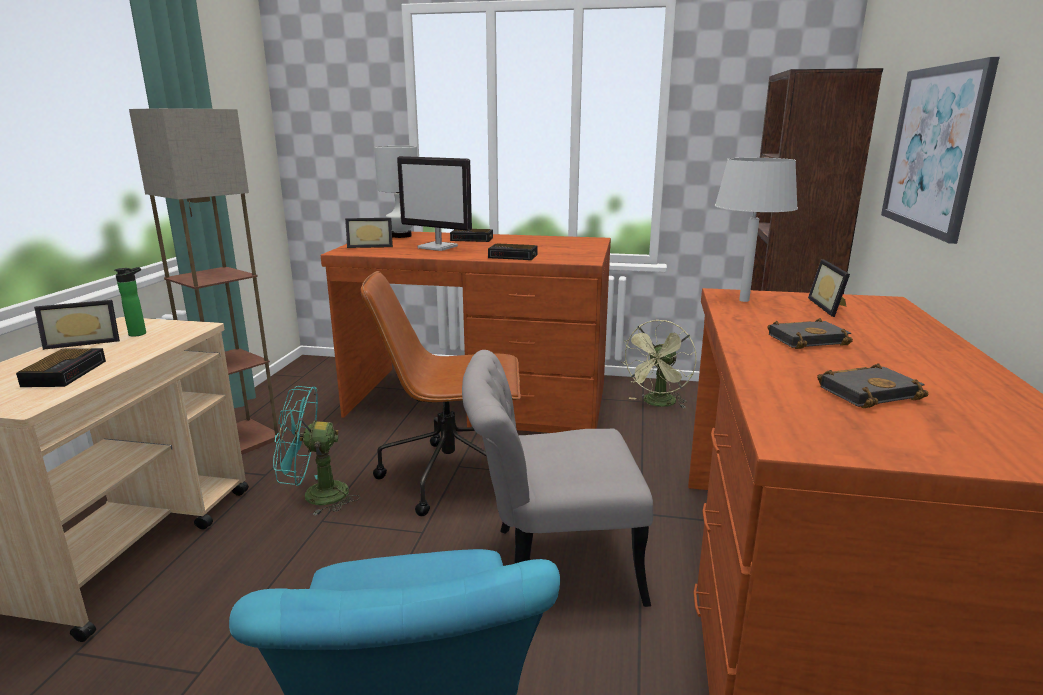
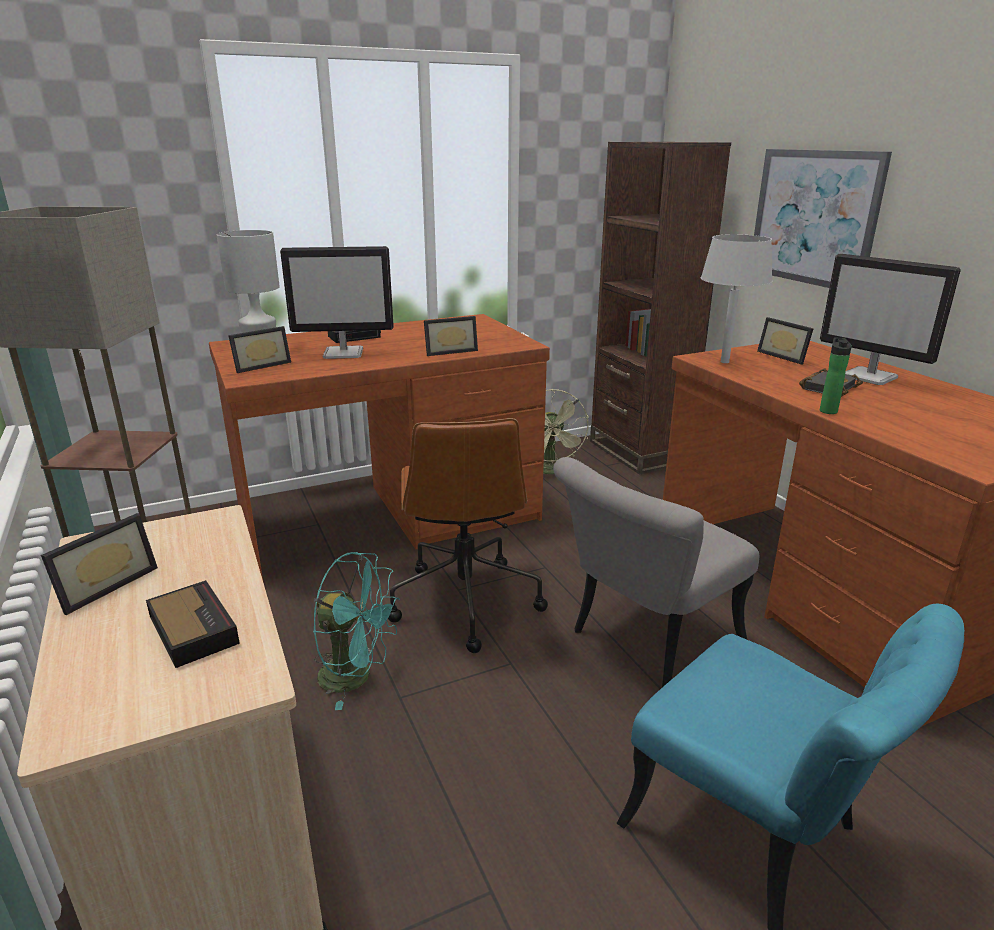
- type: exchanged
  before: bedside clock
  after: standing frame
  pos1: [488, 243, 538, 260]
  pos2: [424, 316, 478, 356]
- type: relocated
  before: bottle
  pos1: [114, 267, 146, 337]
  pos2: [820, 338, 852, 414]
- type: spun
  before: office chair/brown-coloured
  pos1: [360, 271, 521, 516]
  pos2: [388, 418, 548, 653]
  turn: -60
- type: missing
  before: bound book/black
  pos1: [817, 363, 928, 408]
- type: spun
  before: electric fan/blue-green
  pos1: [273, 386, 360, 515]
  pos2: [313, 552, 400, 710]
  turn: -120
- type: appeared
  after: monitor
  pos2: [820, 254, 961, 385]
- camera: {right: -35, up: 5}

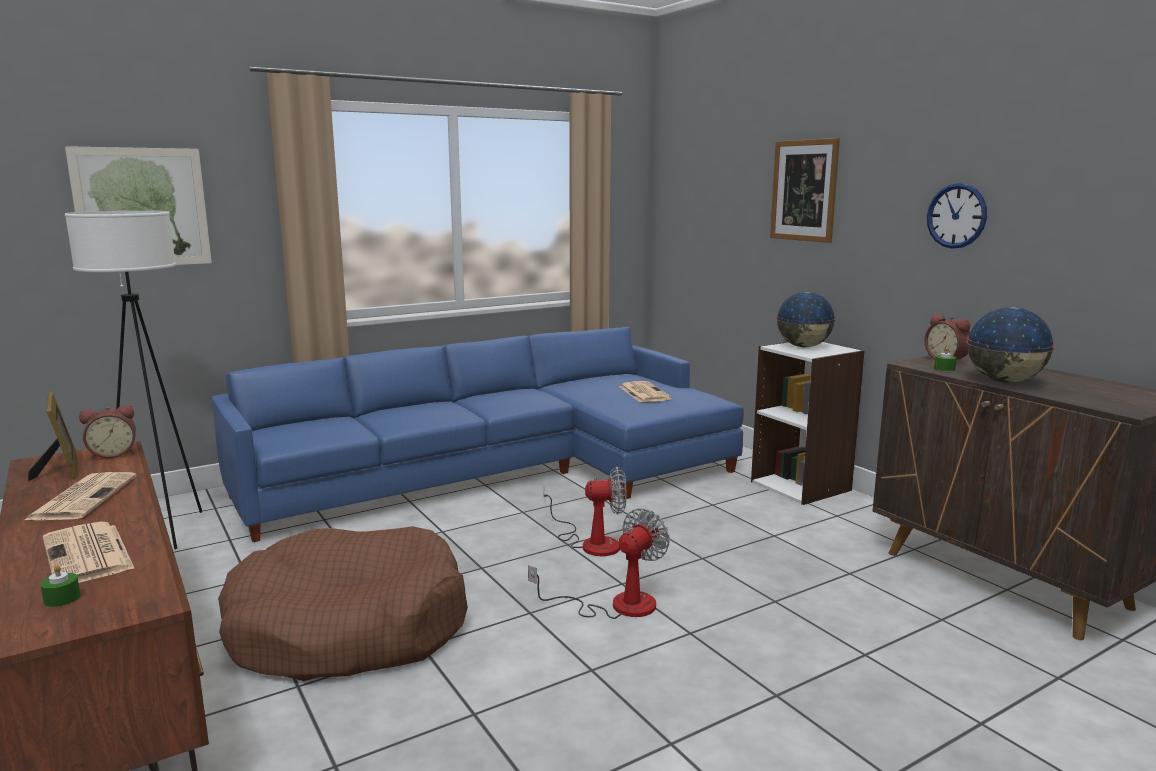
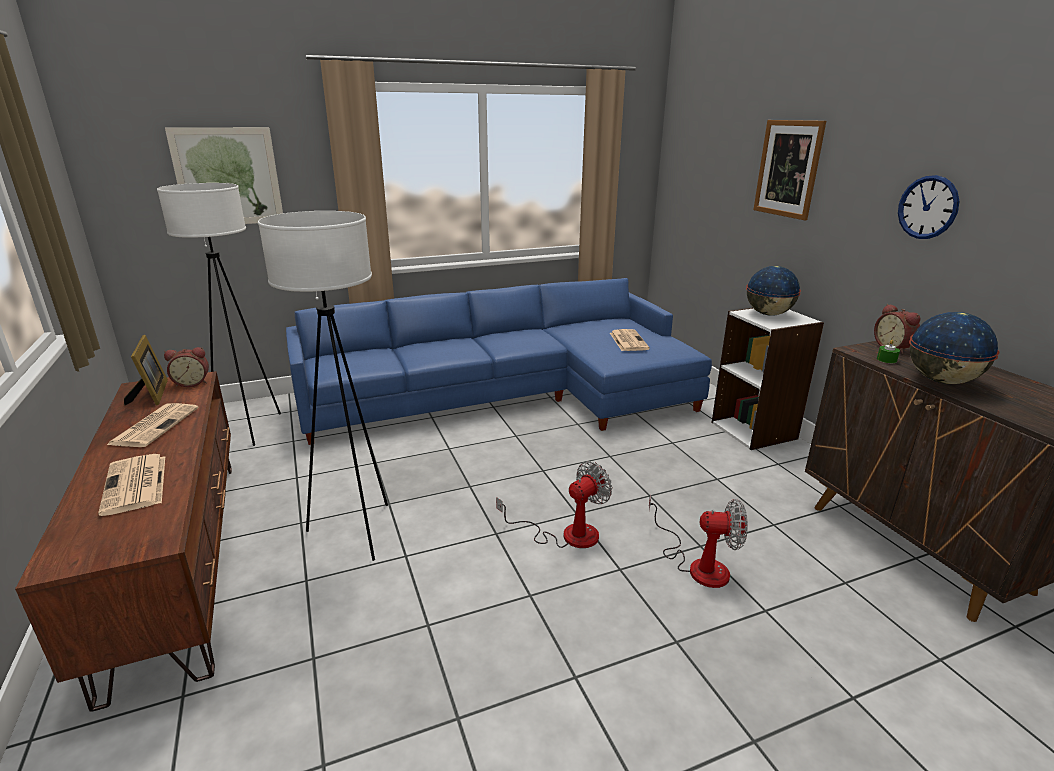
- type: relocated
  before: electric fan
  pos1: [544, 467, 627, 556]
  pos2: [649, 495, 748, 588]
- type: exchanged
  before: dog bed/brown-coloured
  after: floor lamp/whitish
  pos1: [218, 526, 468, 681]
  pos2: [258, 211, 388, 561]
- type: missing
  before: wax light/greenish
  pos1: [40, 564, 81, 607]
- camera: {right: 10, up: 10}

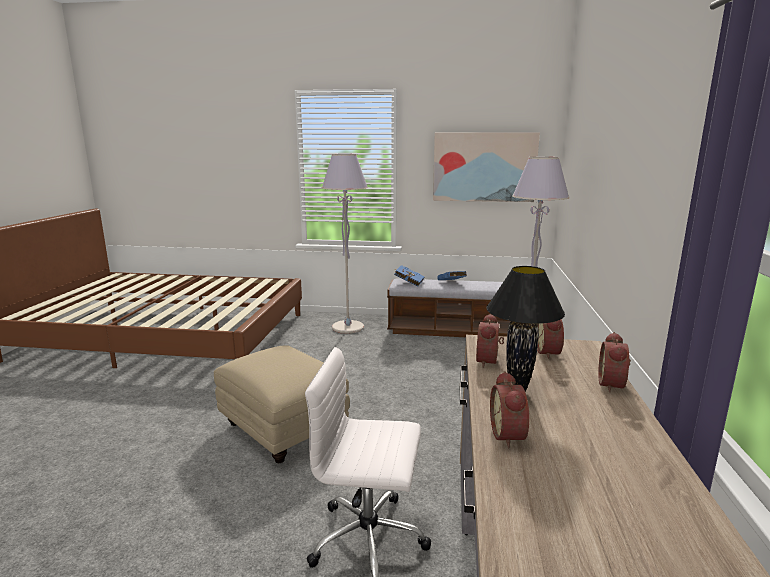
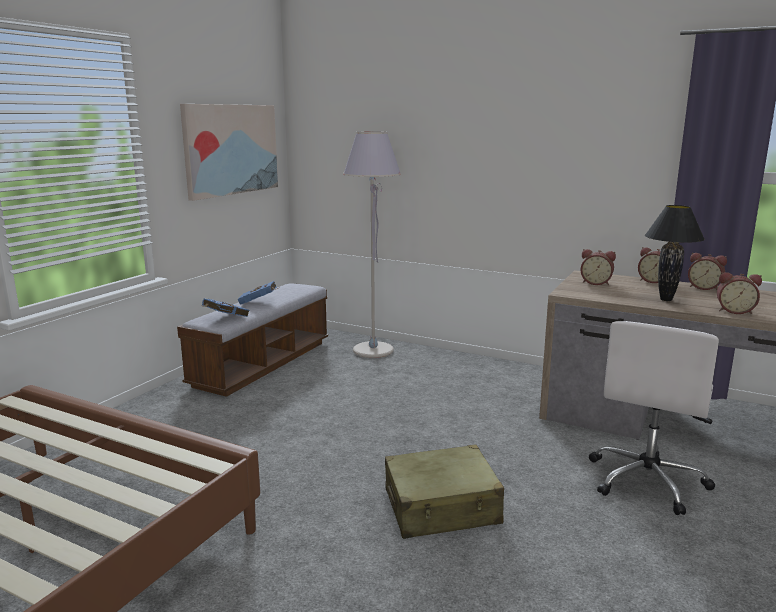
- type: missing
  before: floor lamp/grey
  pos1: [322, 154, 368, 334]
- type: relocated
  before: bedside clock
  pos1: [476, 314, 504, 368]
  pos2: [688, 253, 727, 290]
- type: exchanged
  before: pouffe/beige
  after: suitcase/beige
  pos1: [214, 345, 350, 463]
  pos2: [385, 444, 504, 539]
- camera: {right: -70, up: 0}

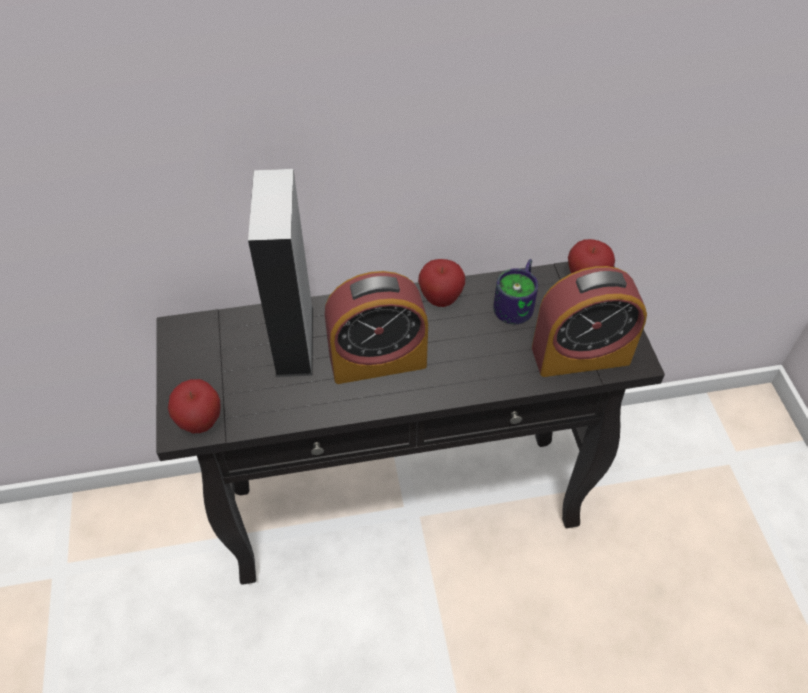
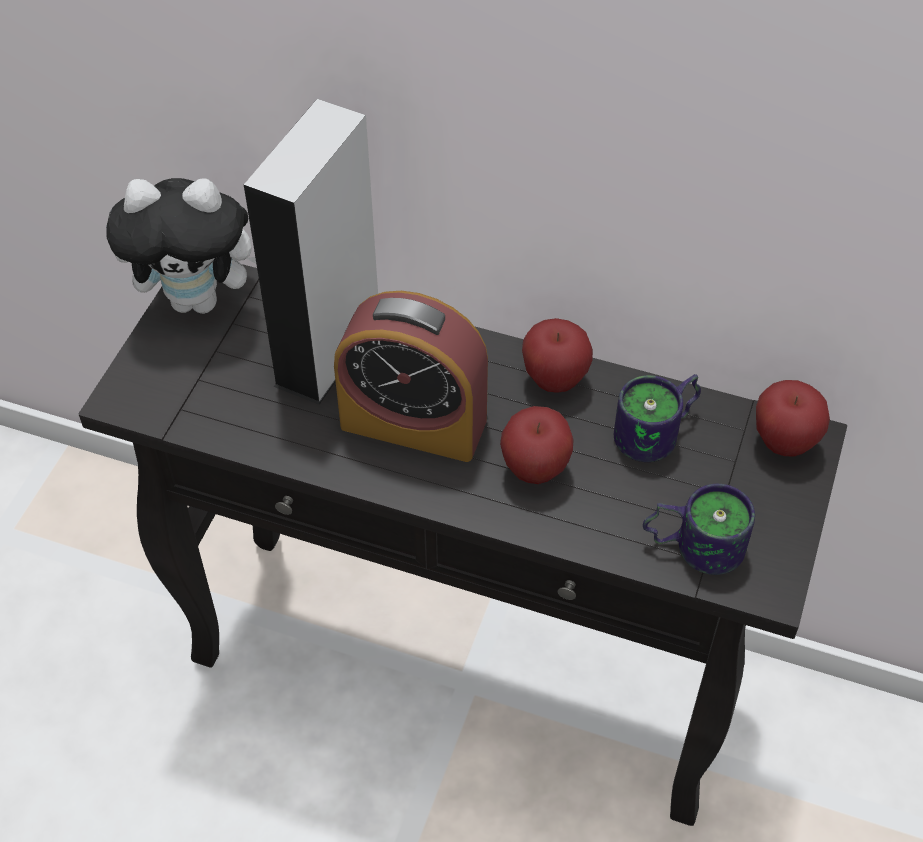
- type: exchanged
  before: bedside clock
  after: mug
  pos1: [532, 266, 647, 377]
  pos2: [643, 484, 755, 575]
- type: relocated
  before: apple
  pos1: [168, 379, 221, 433]
  pos2: [500, 406, 574, 484]
- type: appeared
  after: cuddly toy
  pos2: [106, 178, 256, 314]
- camera: {right: 30, up: 0}

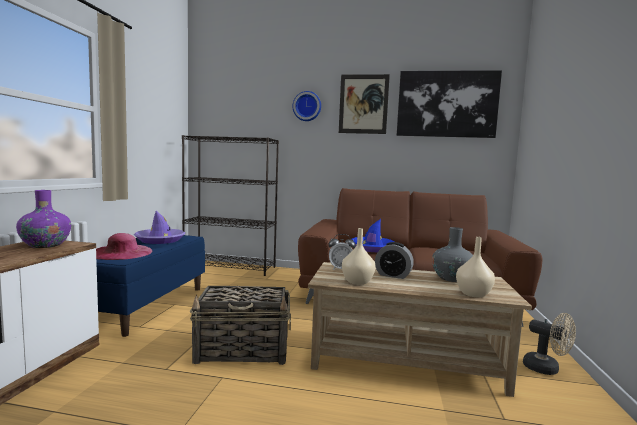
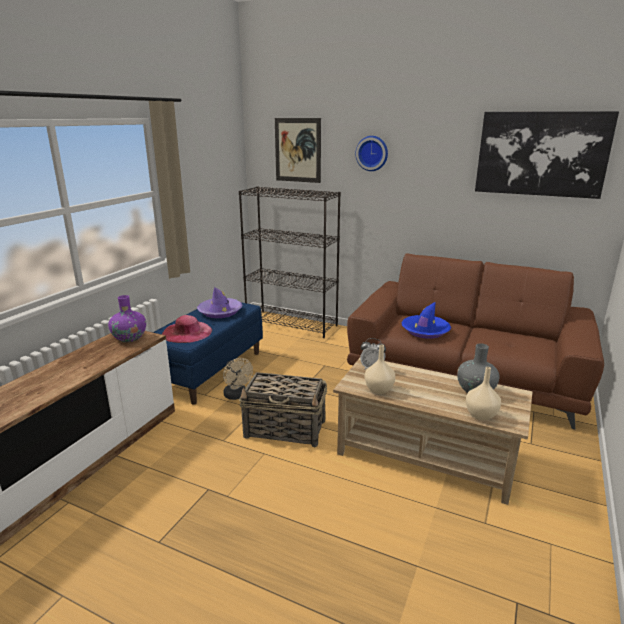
- type: relocated
  before: wall picture
  pos1: [339, 74, 390, 134]
  pos2: [275, 118, 321, 183]
- type: missing
  before: bedside clock
  pos1: [375, 242, 414, 279]
- type: relocated
  before: electric fan/beige
  pos1: [523, 313, 576, 375]
  pos2: [223, 358, 253, 400]
- camera: {right: 15, up: 15}

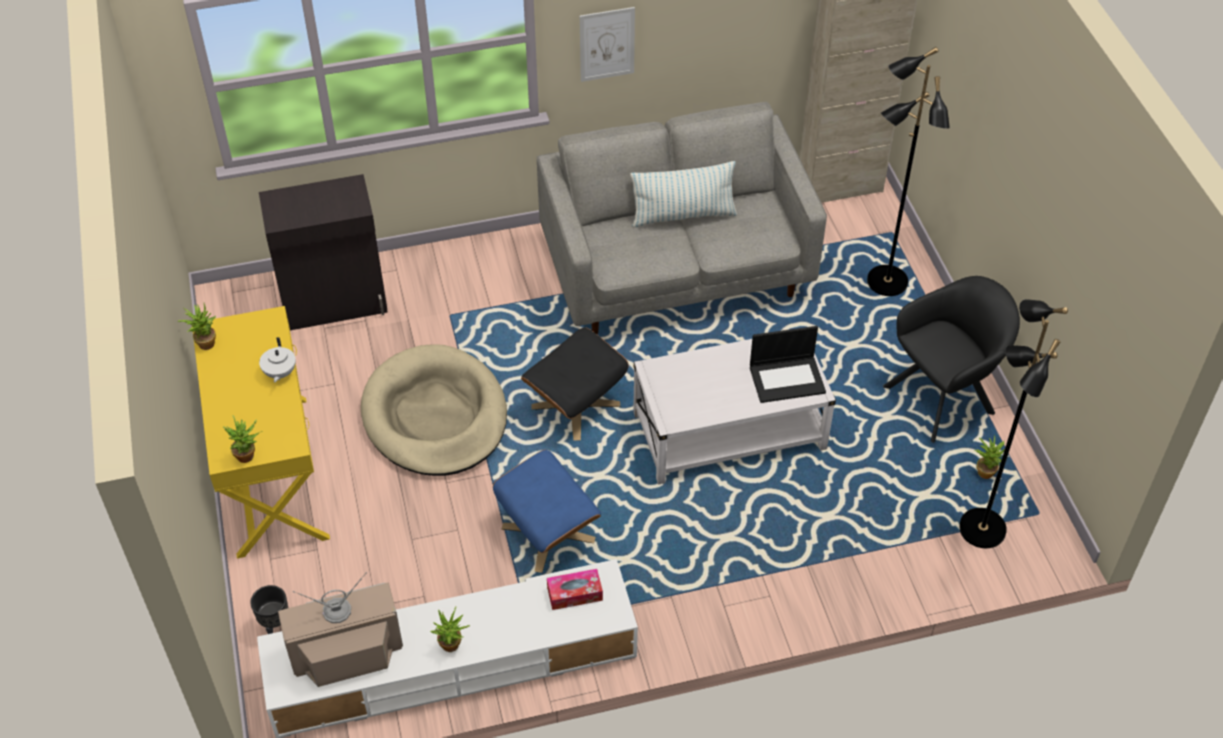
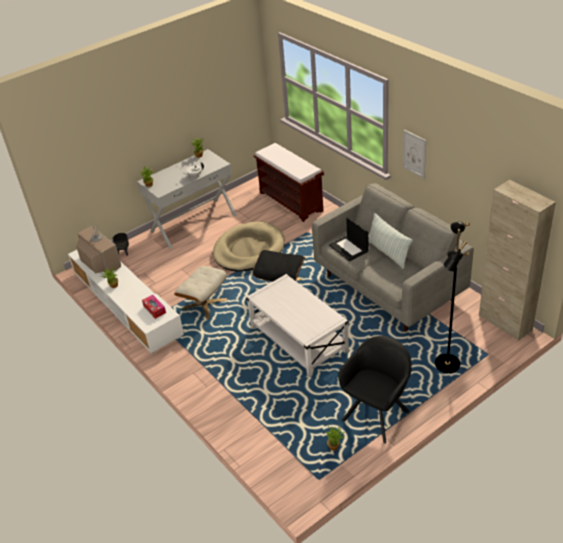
- type: exchanged
  before: storage cabinet/black
  after: long seat/brown-coloured
  pos1: [259, 174, 388, 330]
  pos2: [254, 143, 324, 222]
- type: spun
  before: easy chair/black
  pos1: [883, 276, 1020, 443]
  pos2: [338, 336, 412, 444]
  turn: -90
- type: missing
  before: floor lamp/black
  pos1: [959, 299, 1068, 548]
- type: colour
  before: console table/yellowish
  after: console table/whitish
  pos1: [192, 306, 330, 559]
  pos2: [137, 149, 237, 249]
- type: relocated
  before: notebook computer
  pos1: [750, 326, 826, 403]
  pos2: [329, 217, 368, 261]
- type: colour
  before: pouffe/blue
  after: pouffe/beige
  pos1: [493, 450, 601, 573]
  pos2: [174, 266, 227, 319]
- camera: {right: 70, up: -10}

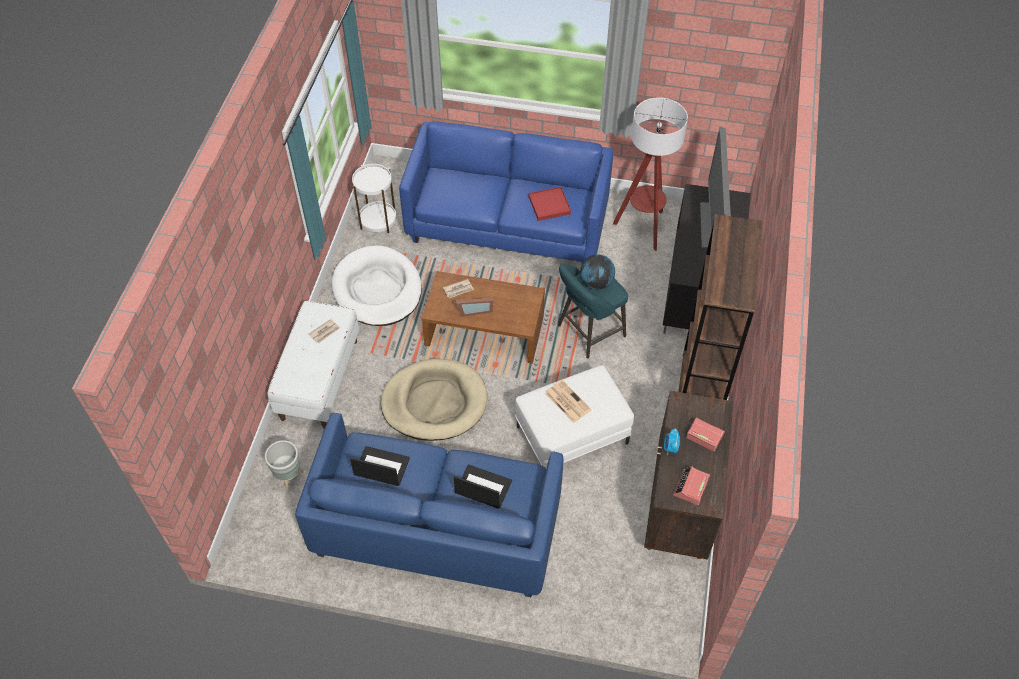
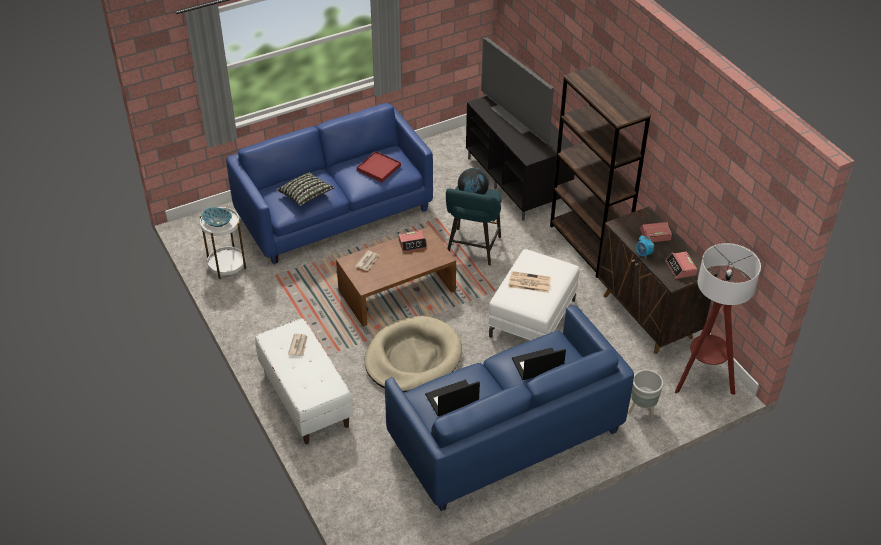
- type: relocated
  before: floor lamp
  pos1: [613, 97, 688, 251]
  pos2: [675, 243, 761, 395]
- type: missing
  before: dog bed/whitish
  pos1: [332, 246, 422, 326]
- type: missing
  before: standing frame
  pos1: [456, 298, 493, 316]
- type: relocated
  before: flower pot/grey
  pos1: [265, 440, 304, 492]
  pos2: [628, 370, 664, 420]
- type: appeared
  after: throw pillow
  pos2: [277, 172, 335, 206]
- type: appeared
  after: deep dish
  pos2: [202, 207, 232, 227]
- type: appeared
  after: bedside clock
  pos2: [399, 230, 427, 253]
- camera: {right: -40, up: -10}

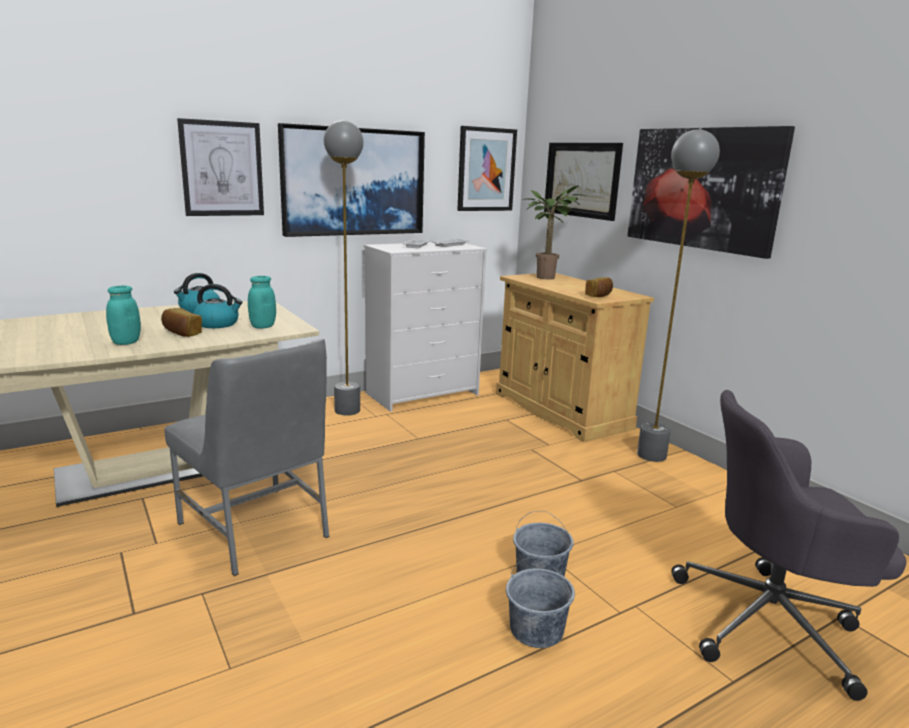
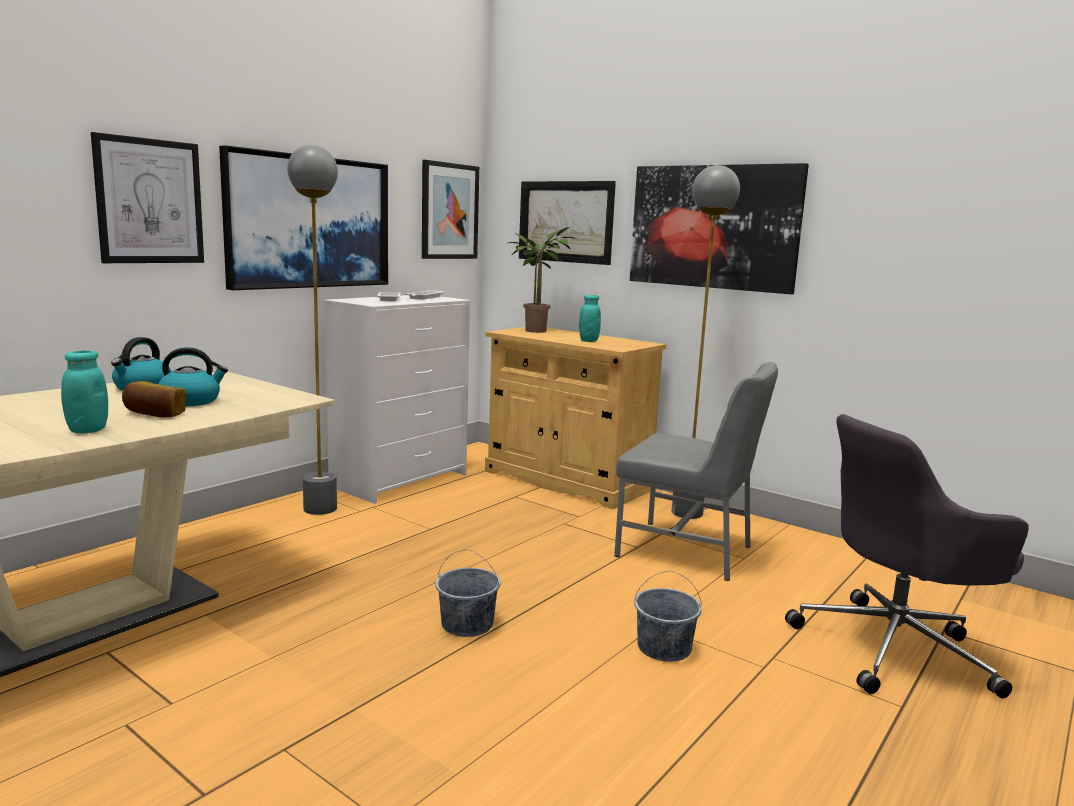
- type: relocated
  before: jar/blue-green
  pos1: [248, 276, 276, 328]
  pos2: [579, 295, 601, 342]
- type: missing
  before: baked bread
  pos1: [585, 277, 613, 297]
- type: relocated
  before: chair/grey
  pos1: [165, 339, 329, 576]
  pos2: [614, 362, 778, 581]
- type: relocated
  before: water bucket/grey
  pos1: [506, 558, 575, 648]
  pos2: [436, 550, 501, 637]
- camera: {right: -20, up: -5}

